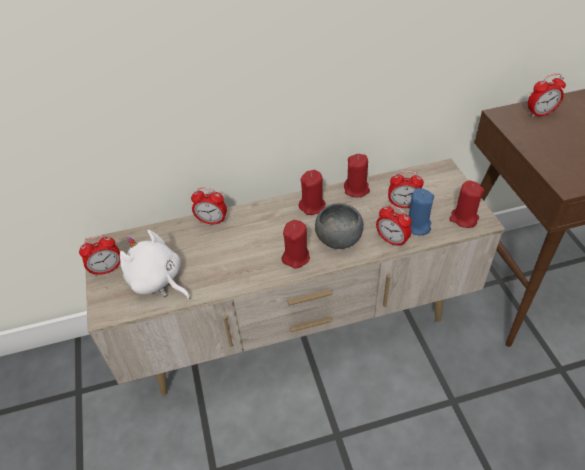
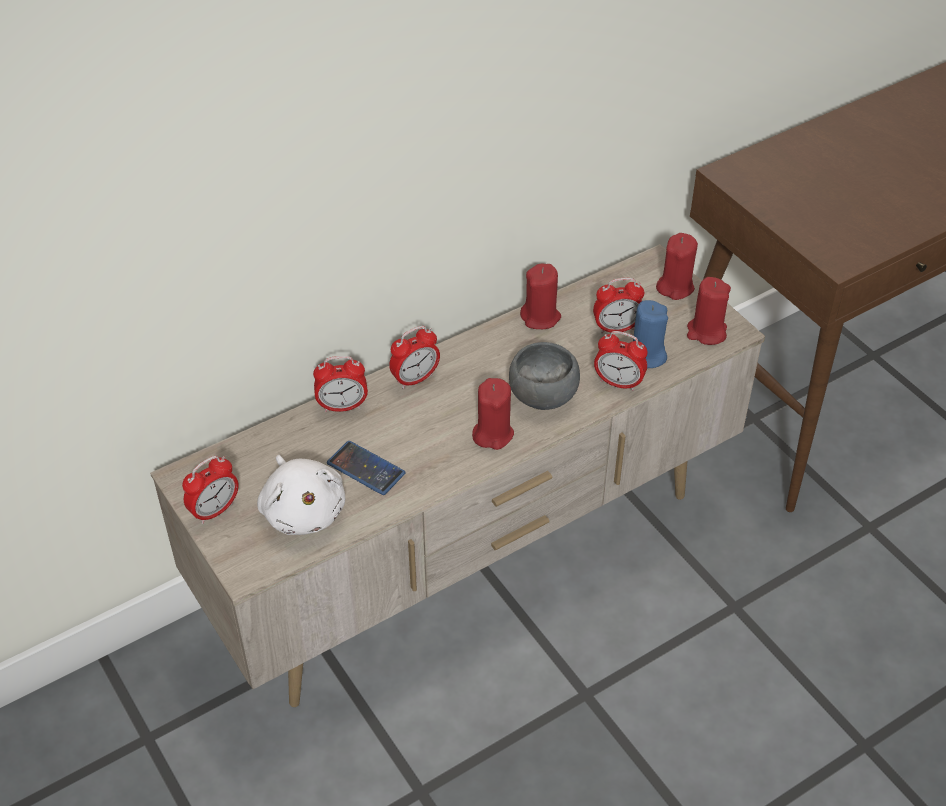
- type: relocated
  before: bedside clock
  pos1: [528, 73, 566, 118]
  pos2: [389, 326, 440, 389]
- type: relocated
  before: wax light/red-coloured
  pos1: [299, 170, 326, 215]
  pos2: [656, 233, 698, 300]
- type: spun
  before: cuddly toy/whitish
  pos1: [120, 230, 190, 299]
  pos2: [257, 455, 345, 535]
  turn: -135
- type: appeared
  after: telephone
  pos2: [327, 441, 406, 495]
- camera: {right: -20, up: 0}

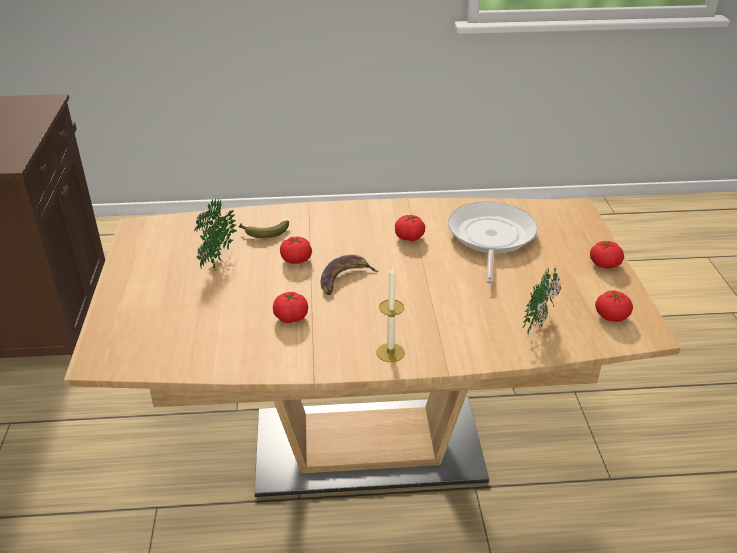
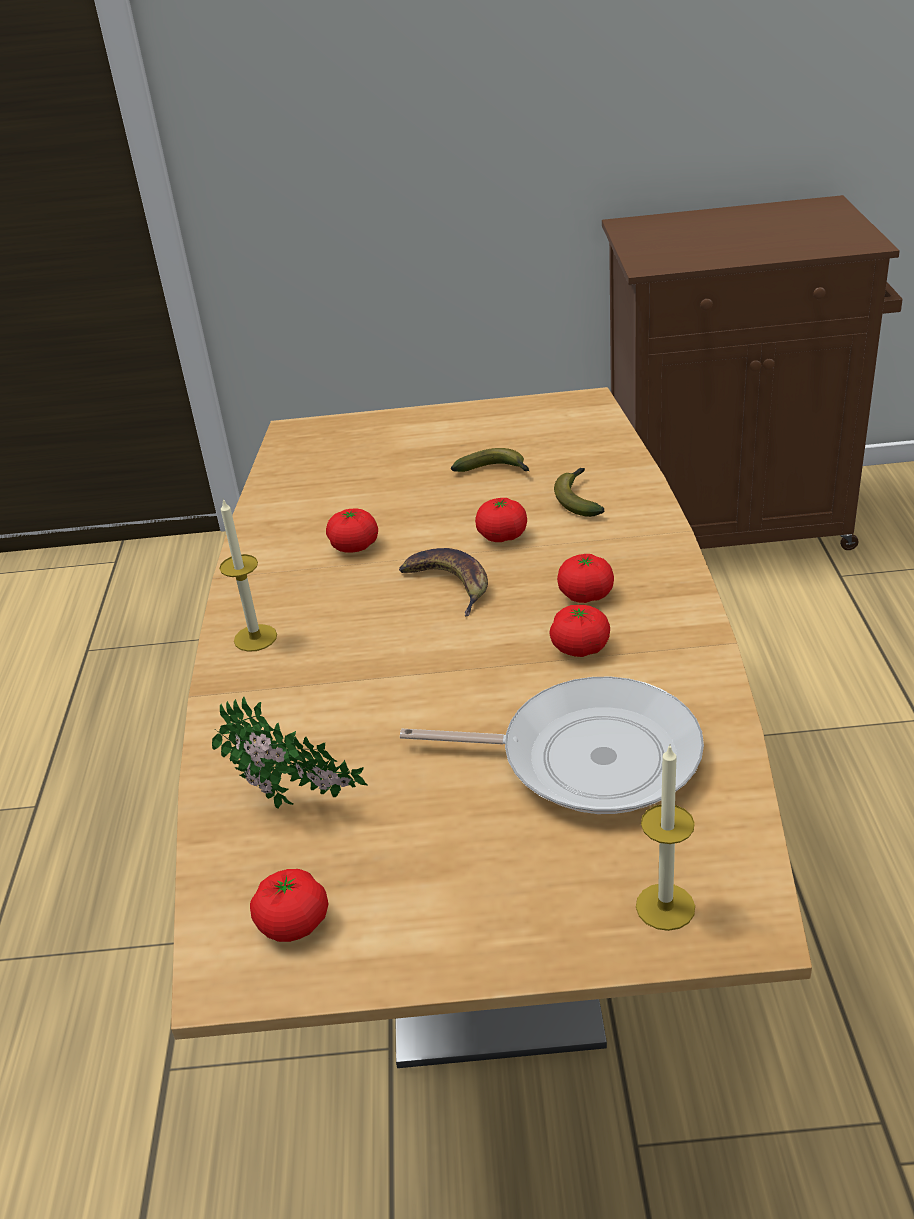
- type: exchanged
  before: plant in a pot
  after: banana
  pos1: [194, 199, 237, 271]
  pos2: [451, 448, 529, 472]
- type: relocated
  before: fresh tomato
  pos1: [590, 241, 624, 269]
  pos2: [557, 554, 614, 603]
- type: appeared
  after: wax light
  pos2: [636, 745, 695, 931]
- camera: {right: 95, up: 0}

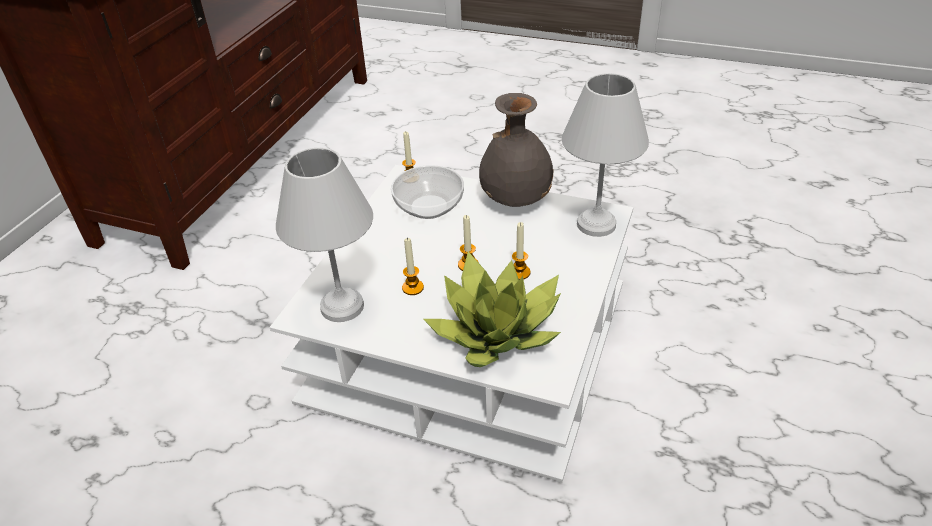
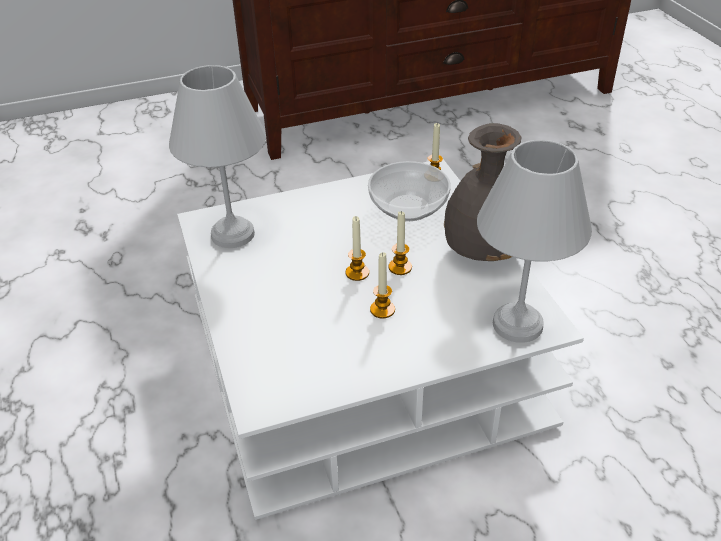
- type: relocated
  before: wax light
  pos1: [402, 238, 424, 295]
  pos2: [388, 211, 412, 275]
- type: missing
  before: plant in a pot
  pos1: [423, 252, 561, 367]
- camera: {right: 50, up: 0}

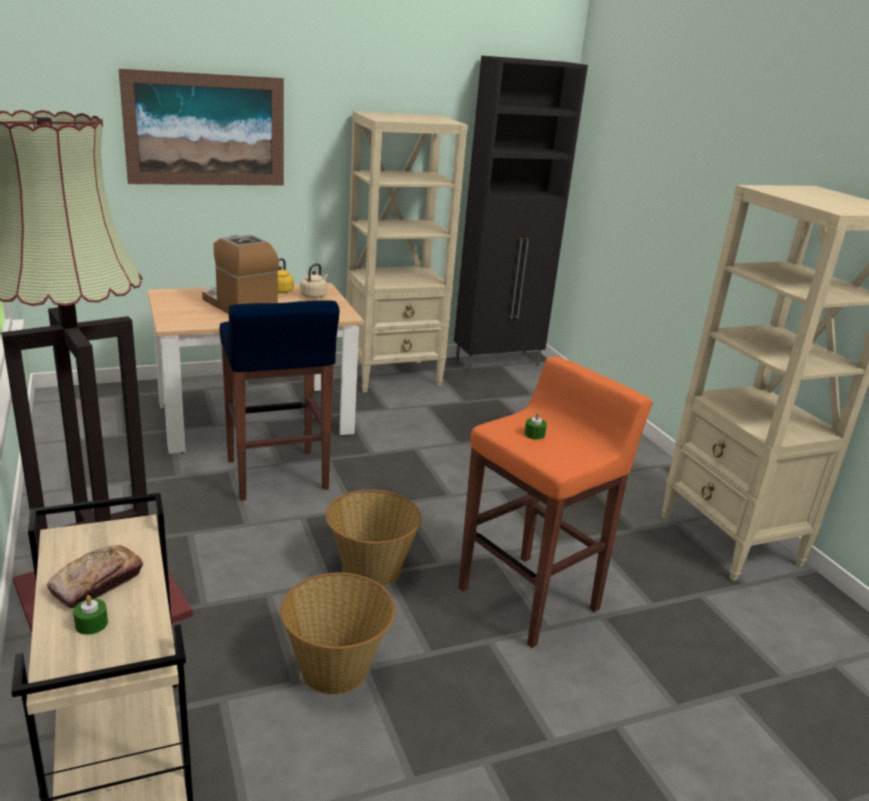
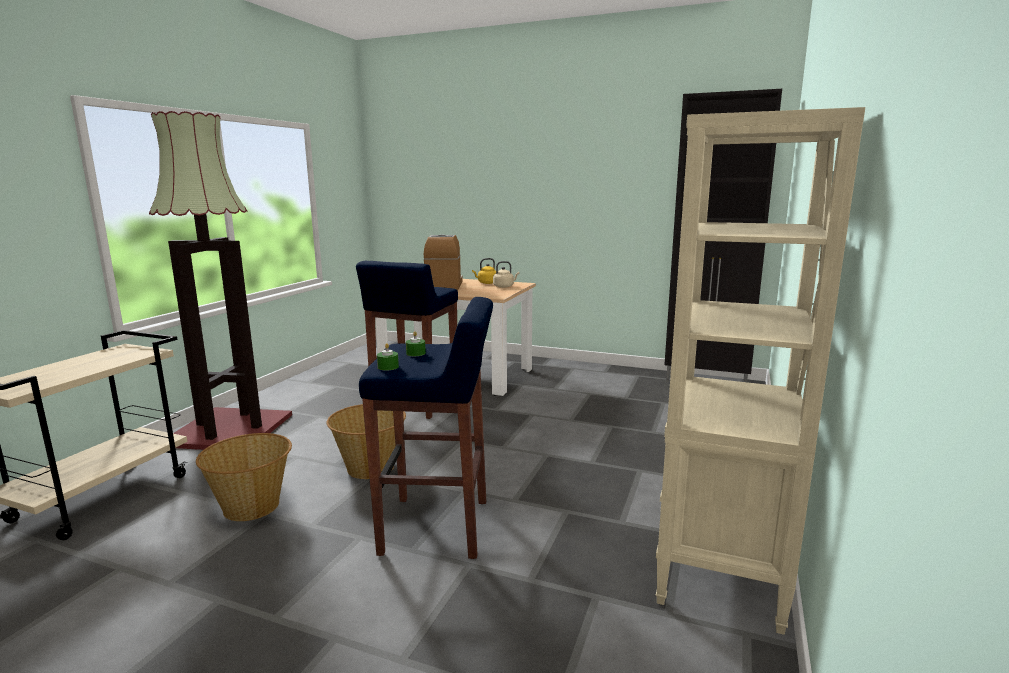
- type: missing
  before: wall picture
  pos1: [119, 69, 284, 185]
- type: missing
  before: bookcase/beige
  pos1: [346, 111, 468, 392]
- type: colour
  before: stool/orangey
  after: stool/blue
  pos1: [459, 357, 653, 648]
  pos2: [359, 297, 493, 559]
- type: missing
  before: baked bread
  pos1: [47, 545, 143, 608]
- type: relocated
  before: wax light/greenish
  pos1: [73, 595, 108, 635]
  pos2: [377, 343, 399, 371]
- camera: {right: 45, up: -10}

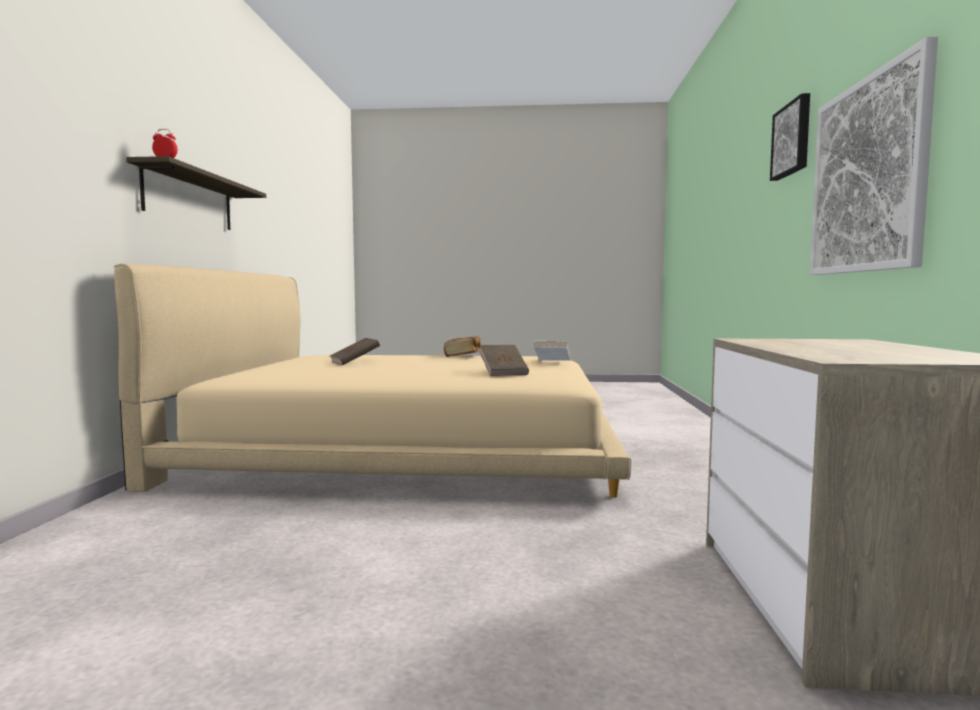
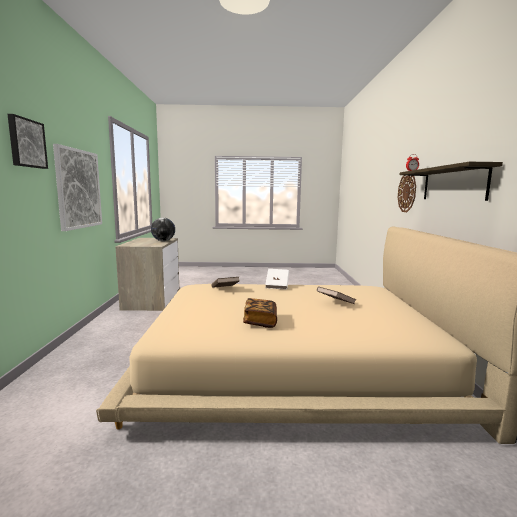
- type: relocated
  before: bound book/whitish
  pos1: [533, 341, 571, 361]
  pos2: [265, 269, 289, 290]
- type: appeared
  after: clock on the wall
  pos2: [397, 175, 416, 212]
- type: appeared
  after: desk globe
  pos2: [151, 218, 175, 241]
- camera: {right: 175, up: 5}

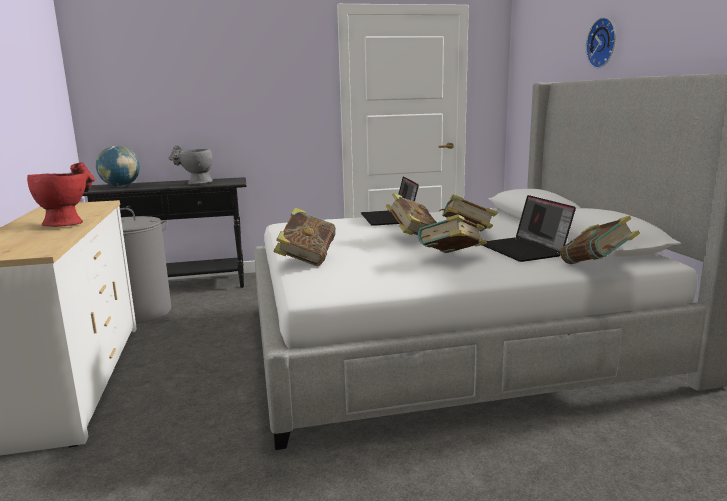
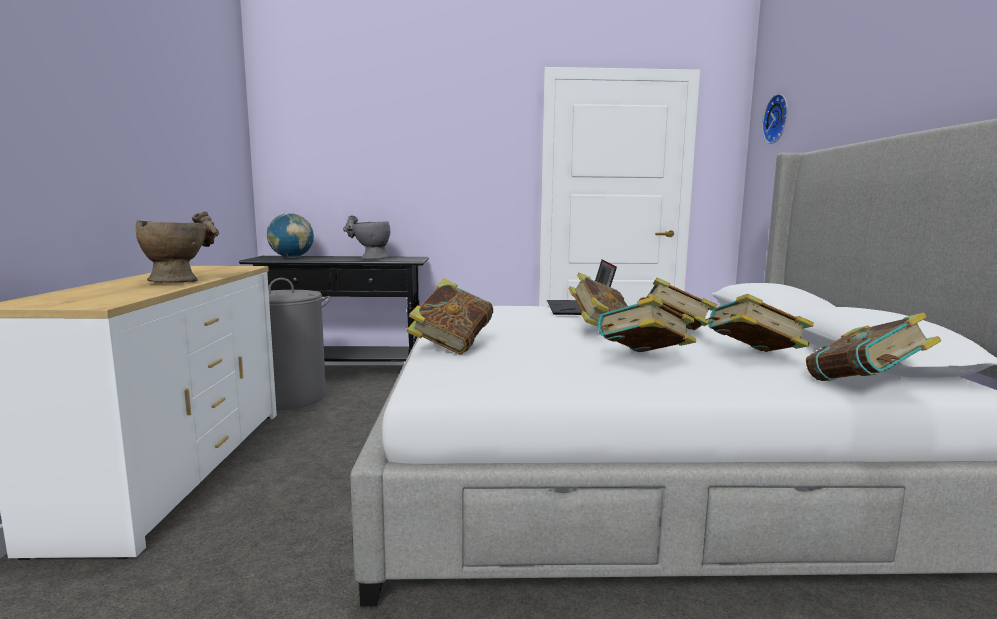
- type: relocated
  before: clock on the wall
  pos1: [586, 17, 616, 68]
  pos2: [762, 94, 788, 144]
- type: colour
  before: decorative vase/red-coloured
  after: decorative vase/beige
  pos1: [27, 162, 95, 227]
  pos2: [136, 211, 219, 283]
- type: exchanged
  before: notebook computer
  after: bound book
  pos1: [482, 195, 576, 262]
  pos2: [706, 294, 814, 352]
- camera: {right: 10, up: -5}

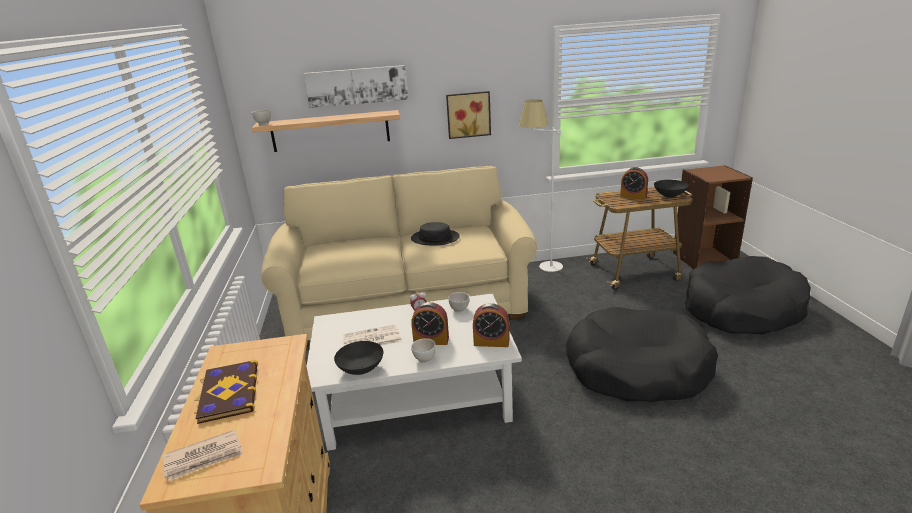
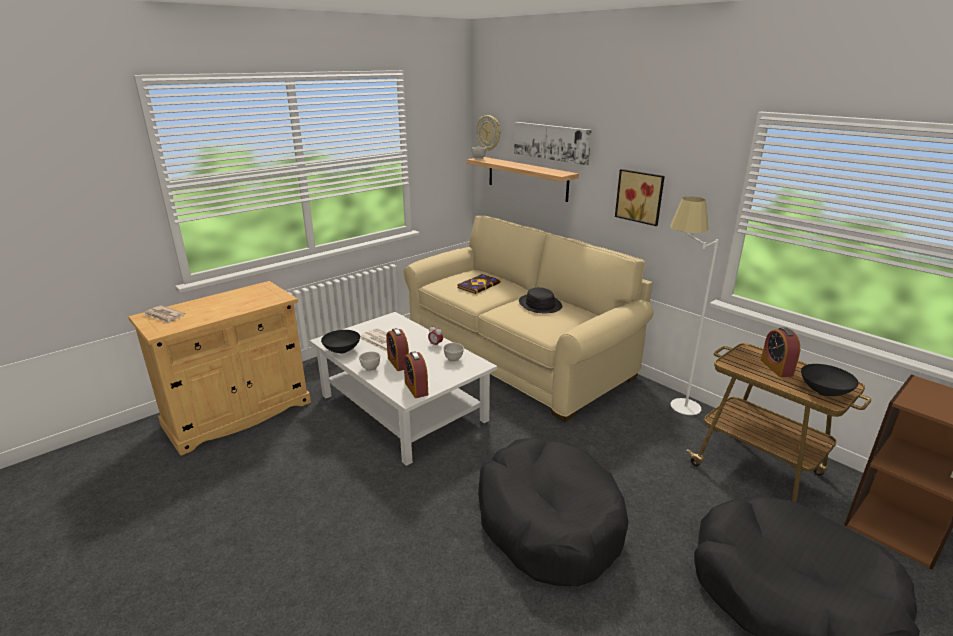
- type: relocated
  before: bound book
  pos1: [194, 360, 258, 424]
  pos2: [457, 274, 501, 294]
- type: appeared
  after: clock on the wall
  pos2: [476, 115, 500, 151]
- camera: {right: 55, up: 0}

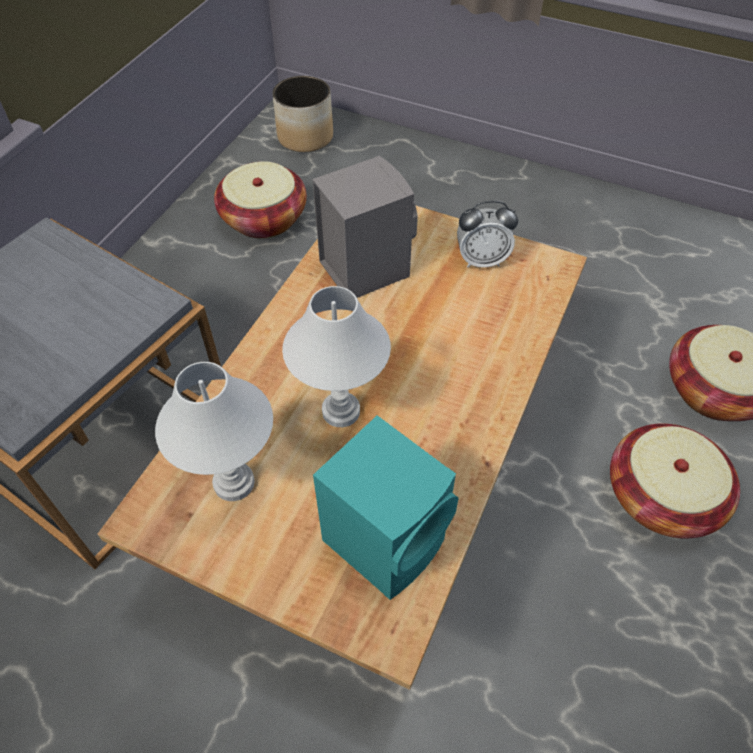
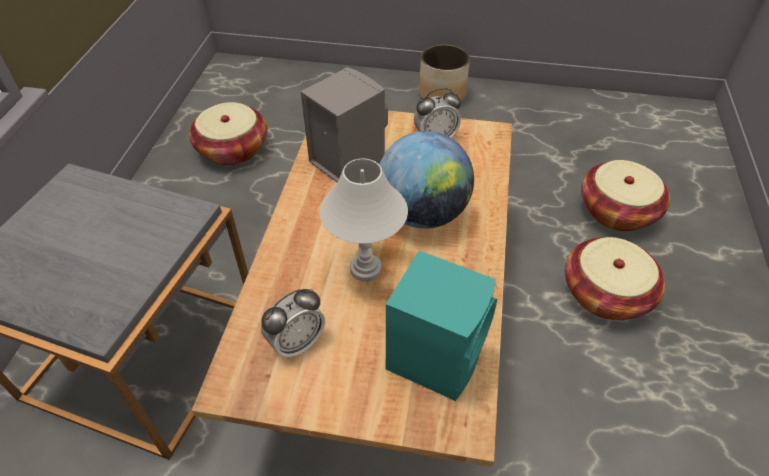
- type: relocated
  before: flower pot
  pos1: [272, 76, 333, 152]
  pos2: [419, 44, 470, 102]
- type: exchanged
  before: table lamp/whitish
  after: bedside clock
  pos1: [155, 362, 273, 501]
  pos2: [261, 289, 325, 359]
- type: appeared
  after: desk globe
  pos2: [379, 131, 474, 229]
- camera: {right: -15, up: -5}

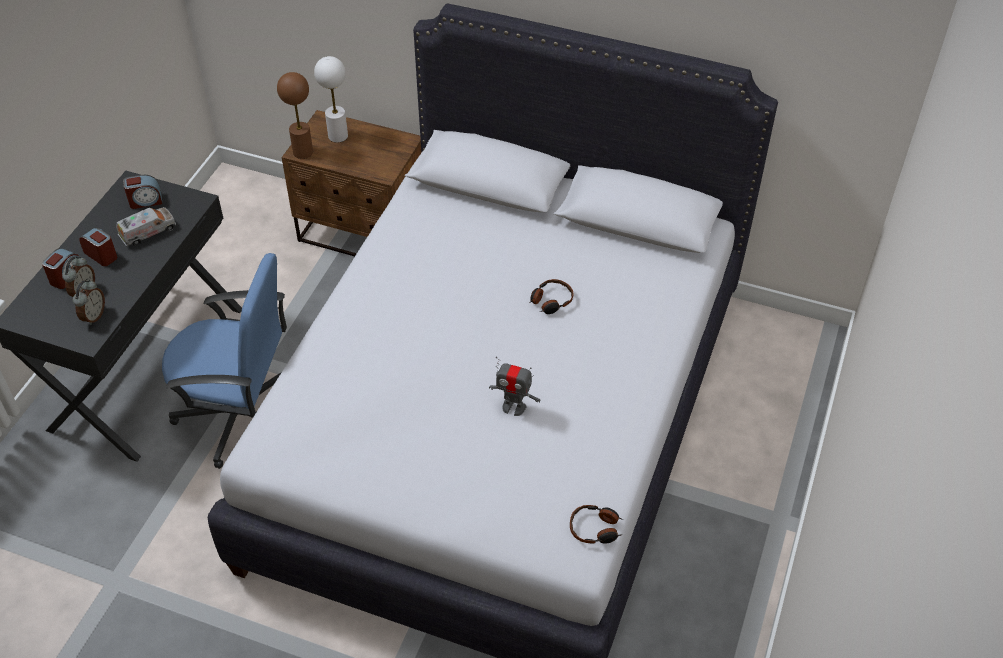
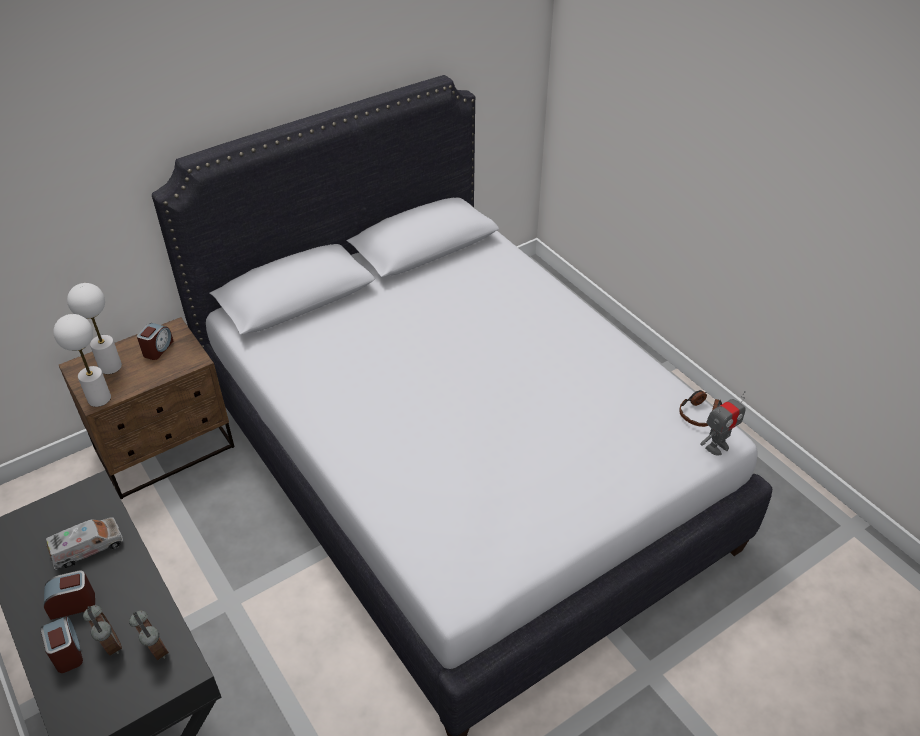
- type: colour
  before: table lamp/brown-coloured
  after: table lamp/whitish
  pos1: [277, 72, 313, 159]
  pos2: [53, 314, 111, 407]
- type: relocated
  before: bedside clock
  pos1: [123, 175, 162, 209]
  pos2: [137, 323, 174, 360]
- type: spun
  before: toy lorry
  pos1: [116, 207, 176, 247]
  pos2: [46, 517, 123, 570]
  turn: 60
- type: missing
  before: office chair/blue
  pos1: [162, 253, 287, 469]
- type: missing
  before: pair of headphones
  pos1: [529, 279, 573, 314]
- type: relocated
  before: toy robot
  pos1: [489, 357, 540, 416]
  pos2: [700, 391, 746, 456]
- camera: {right: -55, up: -5}

